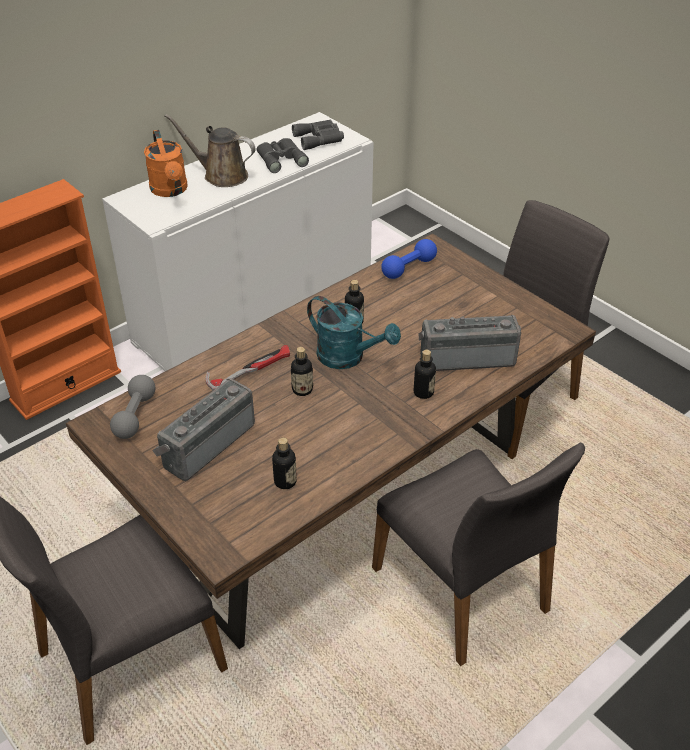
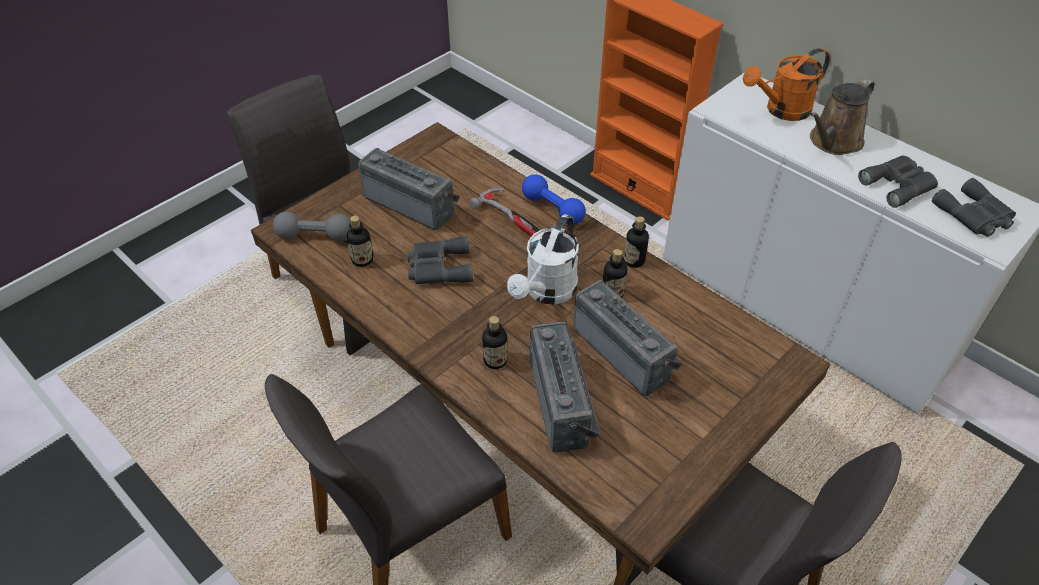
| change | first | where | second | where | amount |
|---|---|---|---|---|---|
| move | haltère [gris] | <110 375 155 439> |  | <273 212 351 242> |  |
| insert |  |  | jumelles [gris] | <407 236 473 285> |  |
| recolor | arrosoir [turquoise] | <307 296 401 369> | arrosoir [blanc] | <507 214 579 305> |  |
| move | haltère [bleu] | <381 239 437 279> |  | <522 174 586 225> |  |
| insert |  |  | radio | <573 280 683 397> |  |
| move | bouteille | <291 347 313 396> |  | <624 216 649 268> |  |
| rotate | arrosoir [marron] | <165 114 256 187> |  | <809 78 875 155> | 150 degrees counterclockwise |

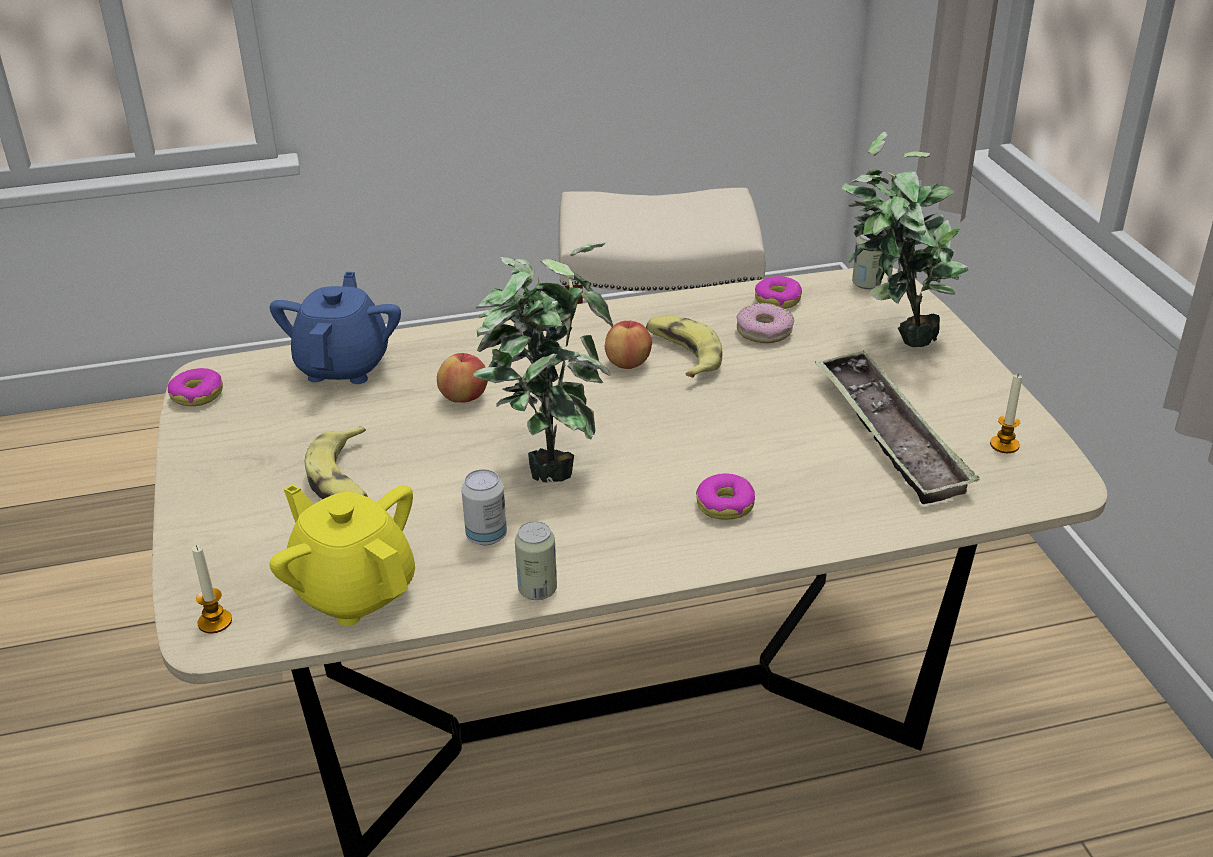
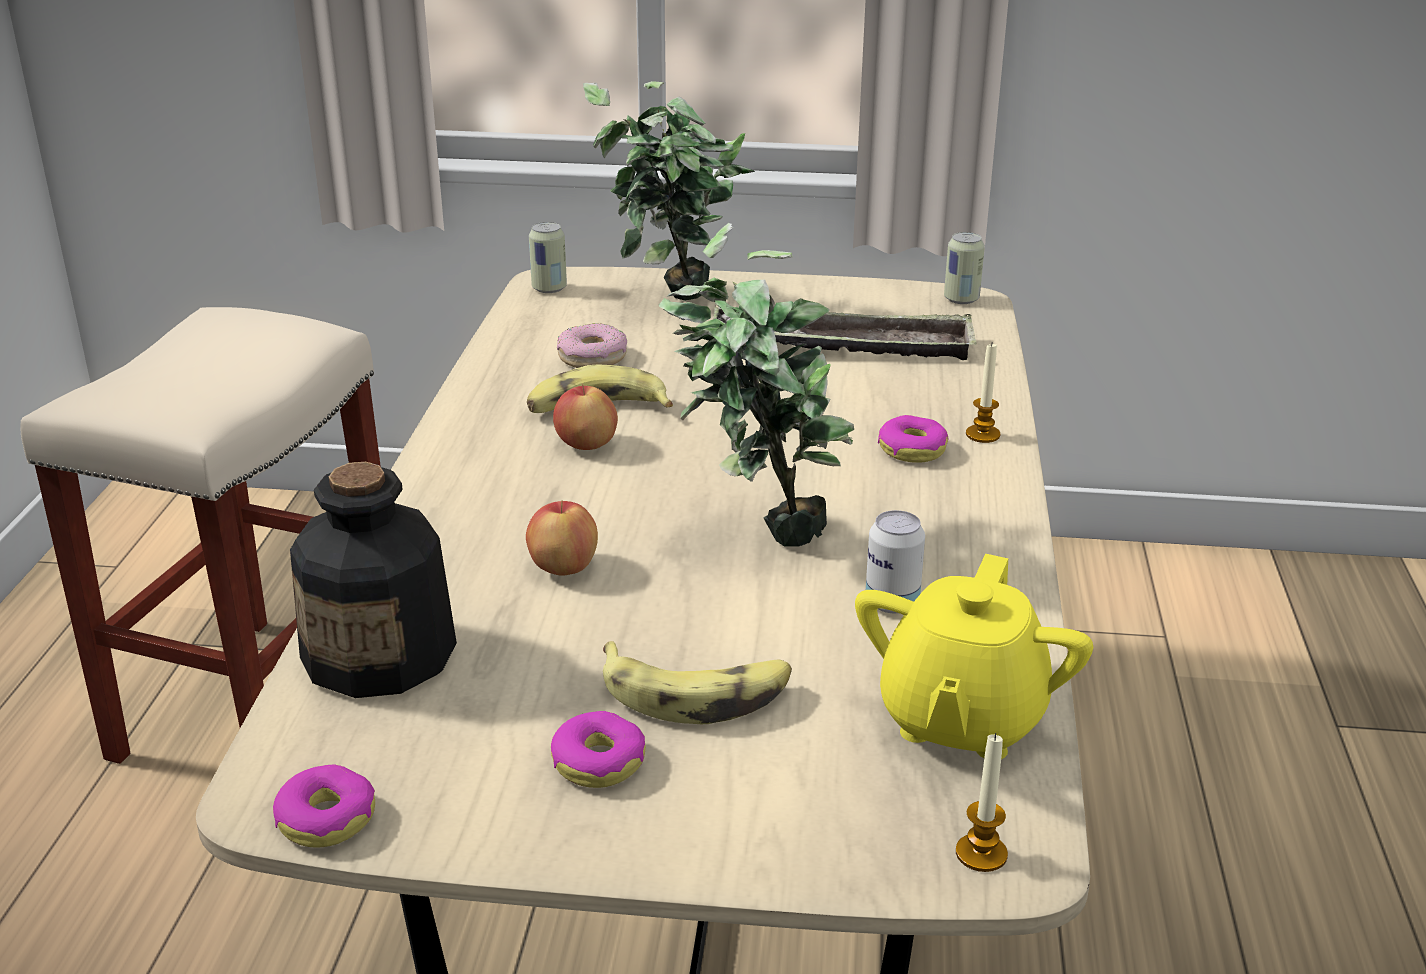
| change | first | where | second | where | amount |
|---|---|---|---|---|---|
| replace | théière [bleu] | <270 272 401 384> | bouteille | <290 462 457 698> |  |
| move | beignet | <755 276 802 309> |  | <551 711 646 788> |  |
| rotate | théière [jaune] | <270 484 415 626> |  | <855 553 1093 759> | 45 degrees counterclockwise |
| move | boîte métallique | <515 521 557 600> |  | <944 232 985 304> |  |
| move | bougie | <990 373 1022 453> |  | <966 344 1000 443> |  |

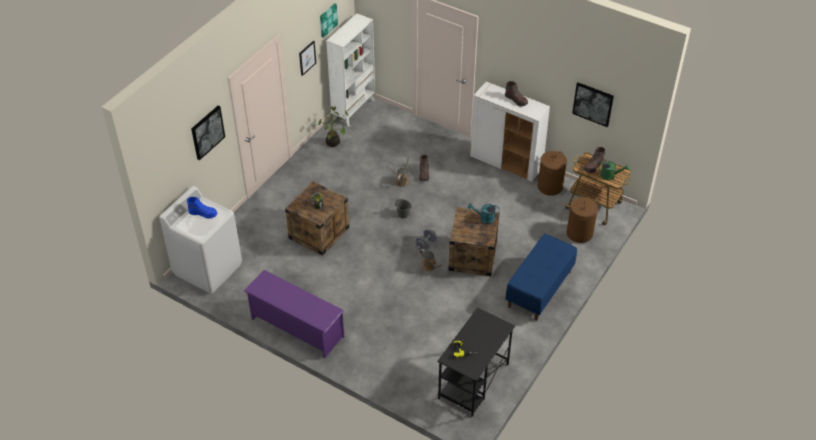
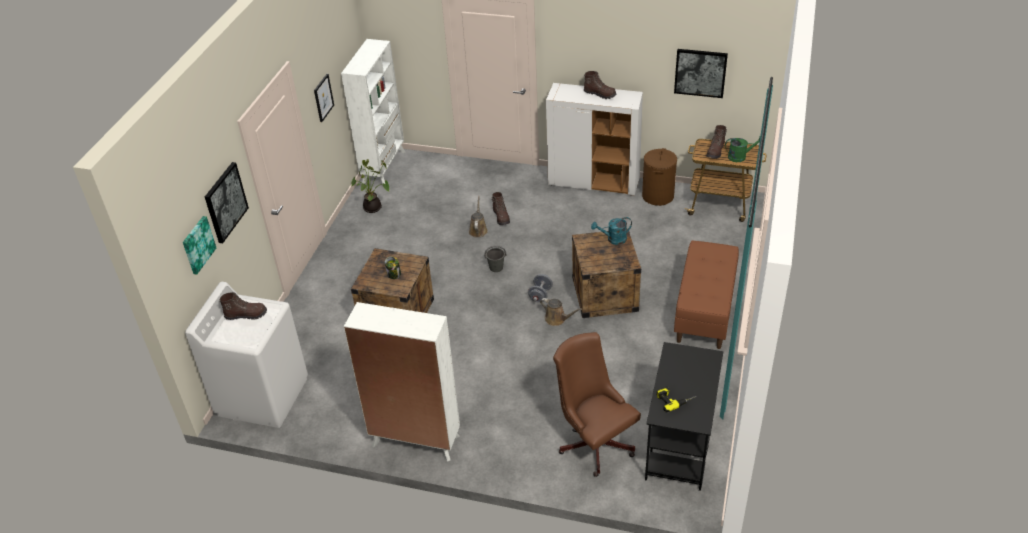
| change | first | where | second | where | amount |
|---|---|---|---|---|---|
| move | tableau | <320 3 338 38> |  | <183 216 216 274> |  |
| recolor | botte [bleu] | <187 197 217 219> | botte [marron] | <220 292 267 320> |  |
| replace | étagère à chaussures [violet] | <244 270 344 358> | bibliothèque [blanc] | <344 302 460 462> |  |
| insert |  |  | chaise de bureau [marron] | <553 332 641 477> |  |
| recolor | banc [bleu] | <505 234 577 321> | banc [marron] | <674 240 739 349> |  |
| delete | panier à linge [marron] | <566 196 598 243> |  |  |  |

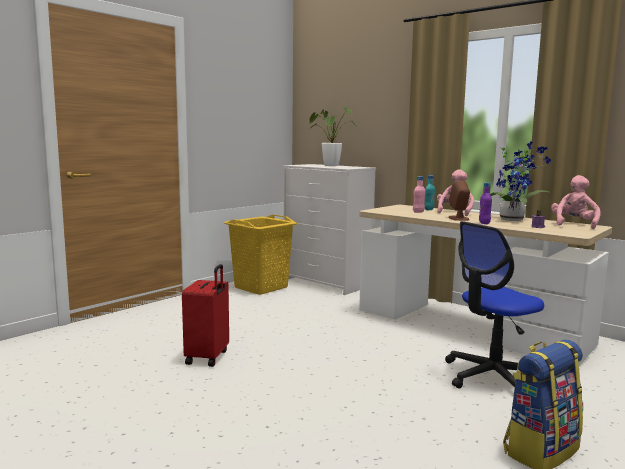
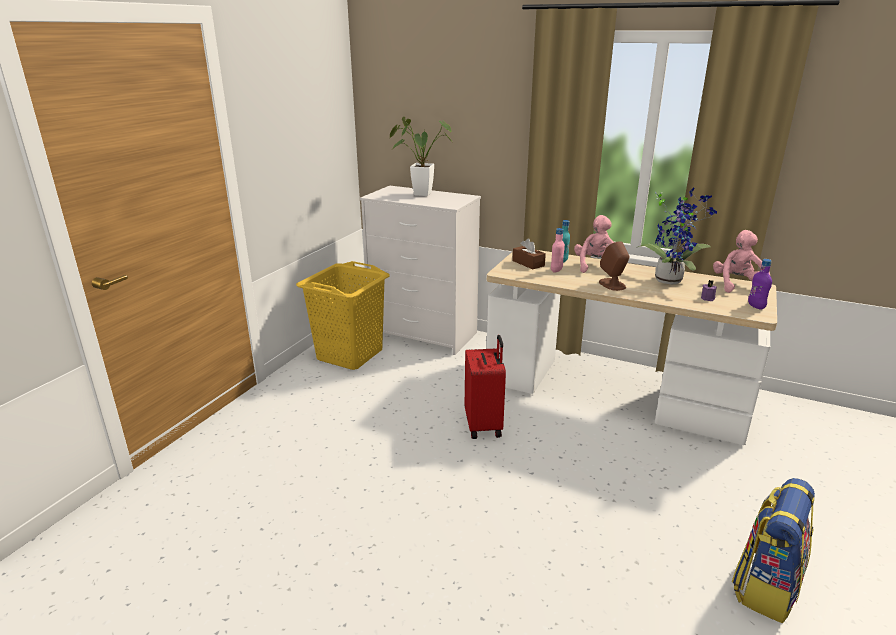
| change | first | where | second | where | amount |
|---|---|---|---|---|---|
| move | valise [rouge] | <182 264 229 367> |  | <465 335 506 439> |  |
| insert |  |  | boîte à mouchoirs [marron] | <512 238 546 269> |  |
| move | bouteille [violet] | <479 182 492 224> |  | <748 259 772 309> |  |
| delete | chaise de bureau | <445 221 544 389> |  |  |  |

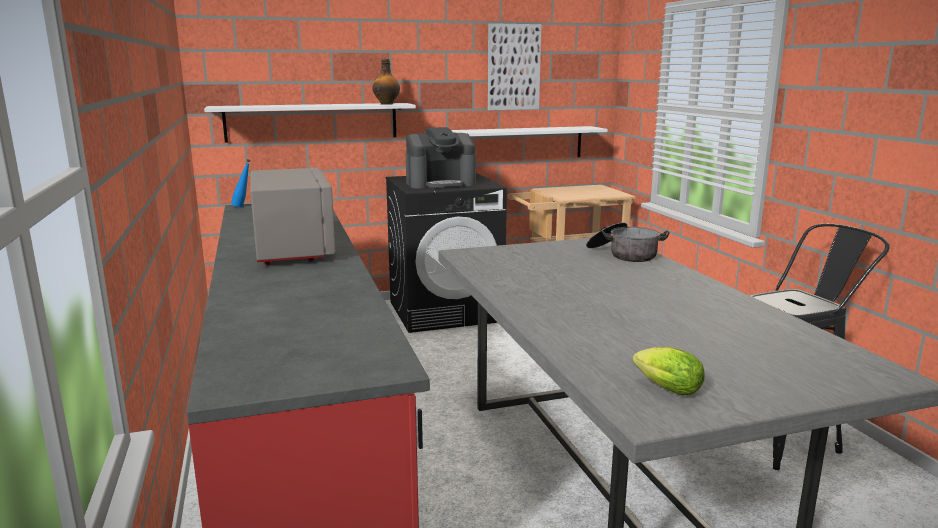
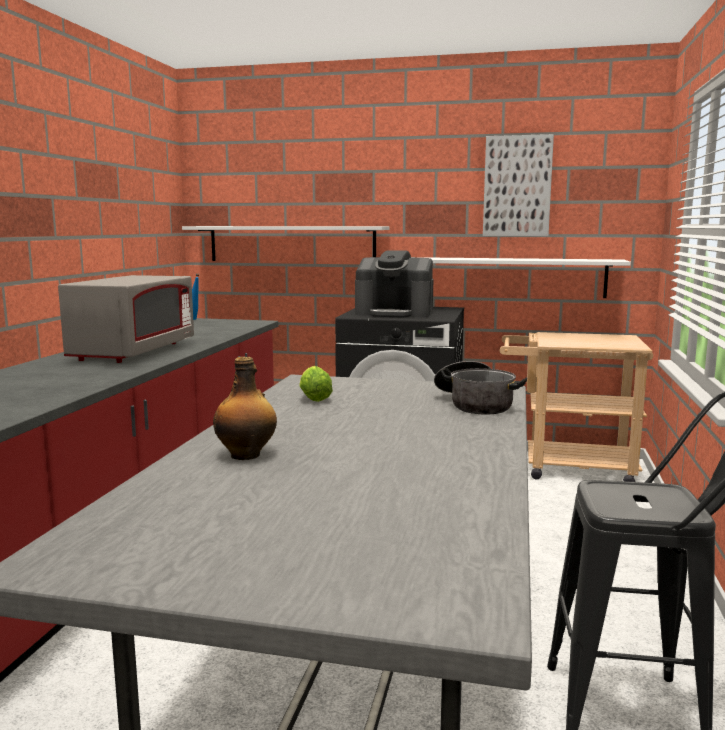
| change | first | where | second | where | amount |
|---|---|---|---|---|---|
| move | bouteille | <372 58 400 105> |  | <213 357 277 460> |  |
| move | laitue | <633 347 705 395> |  | <300 366 333 402> |  |

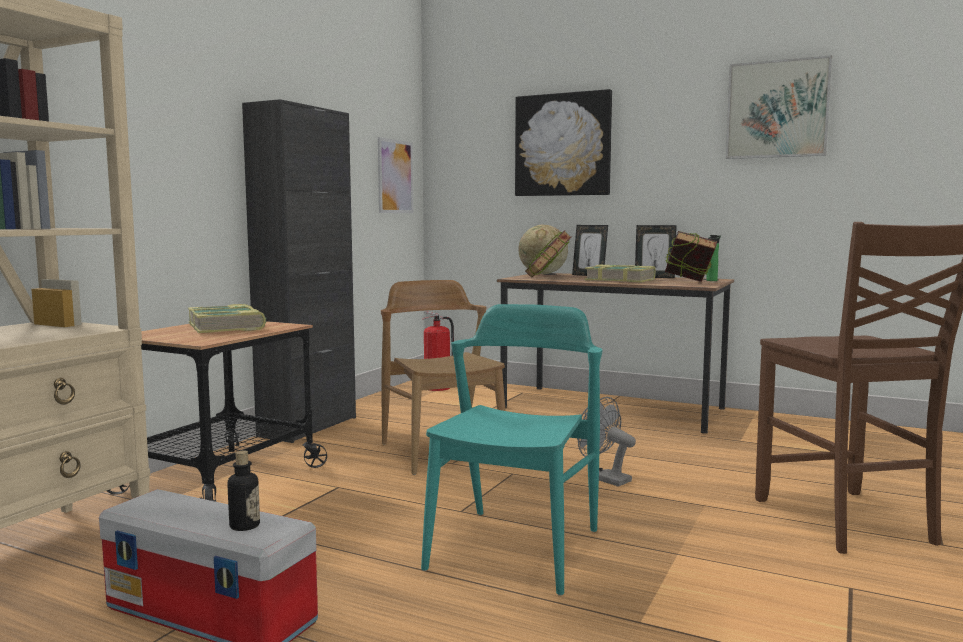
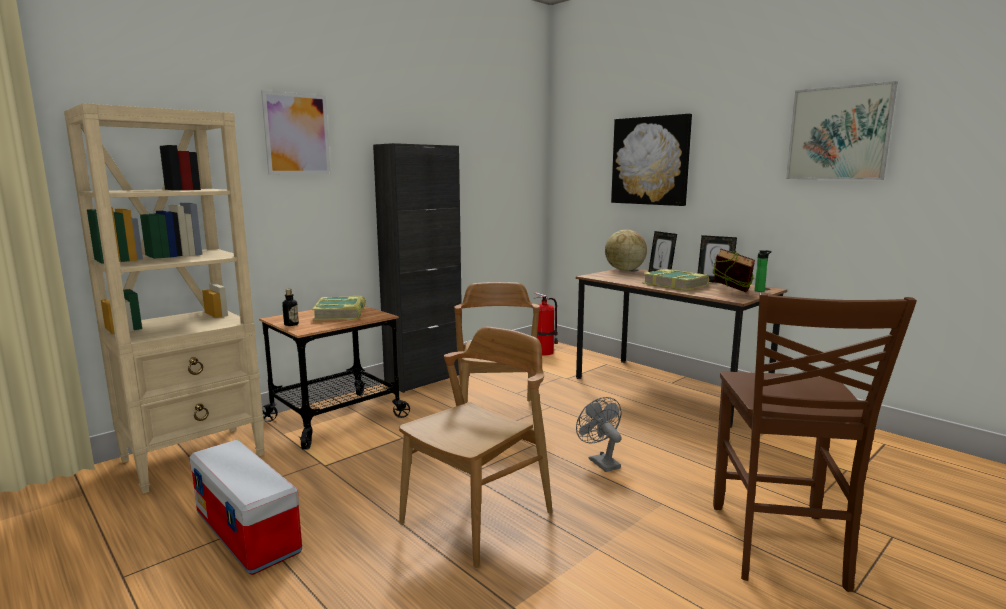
| change | first | where | second | where | amount |
|---|---|---|---|---|---|
| move | tableau | <378 137 413 213> |  | <261 90 331 174> |  |
| move | bouteille | <227 450 260 531> |  | <282 289 299 326> |  |
| recolor | chaise [turquoise] | <421 304 602 596> | chaise [marron] | <399 327 553 569> |  |
| delete | livre | <525 230 572 278> |  |  |  |

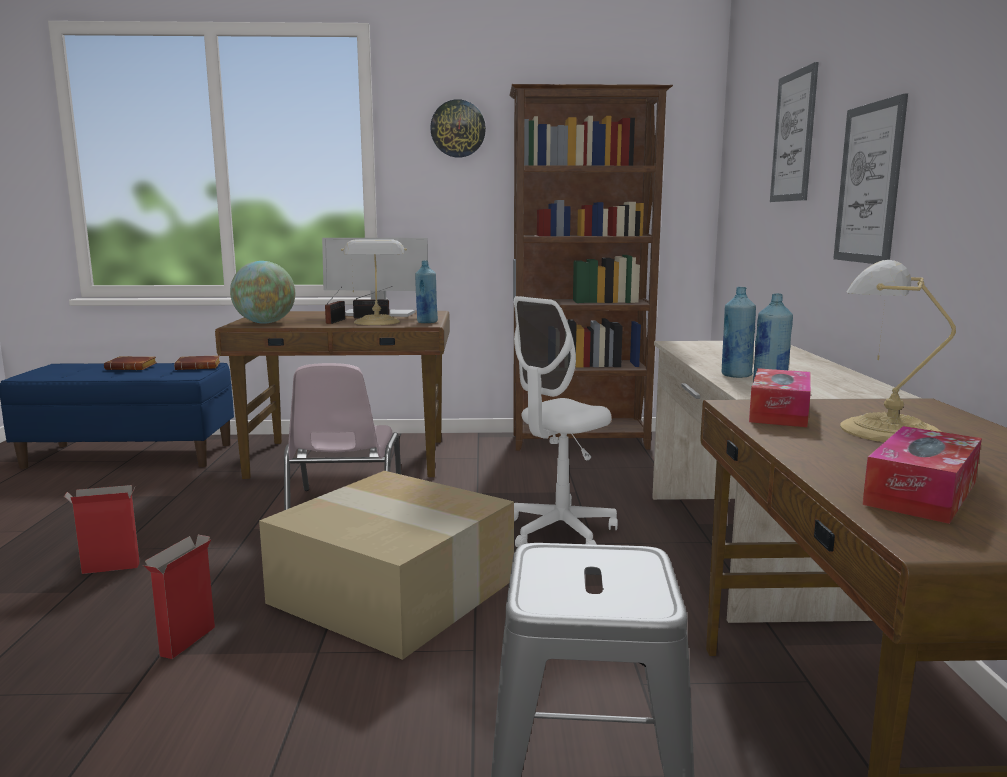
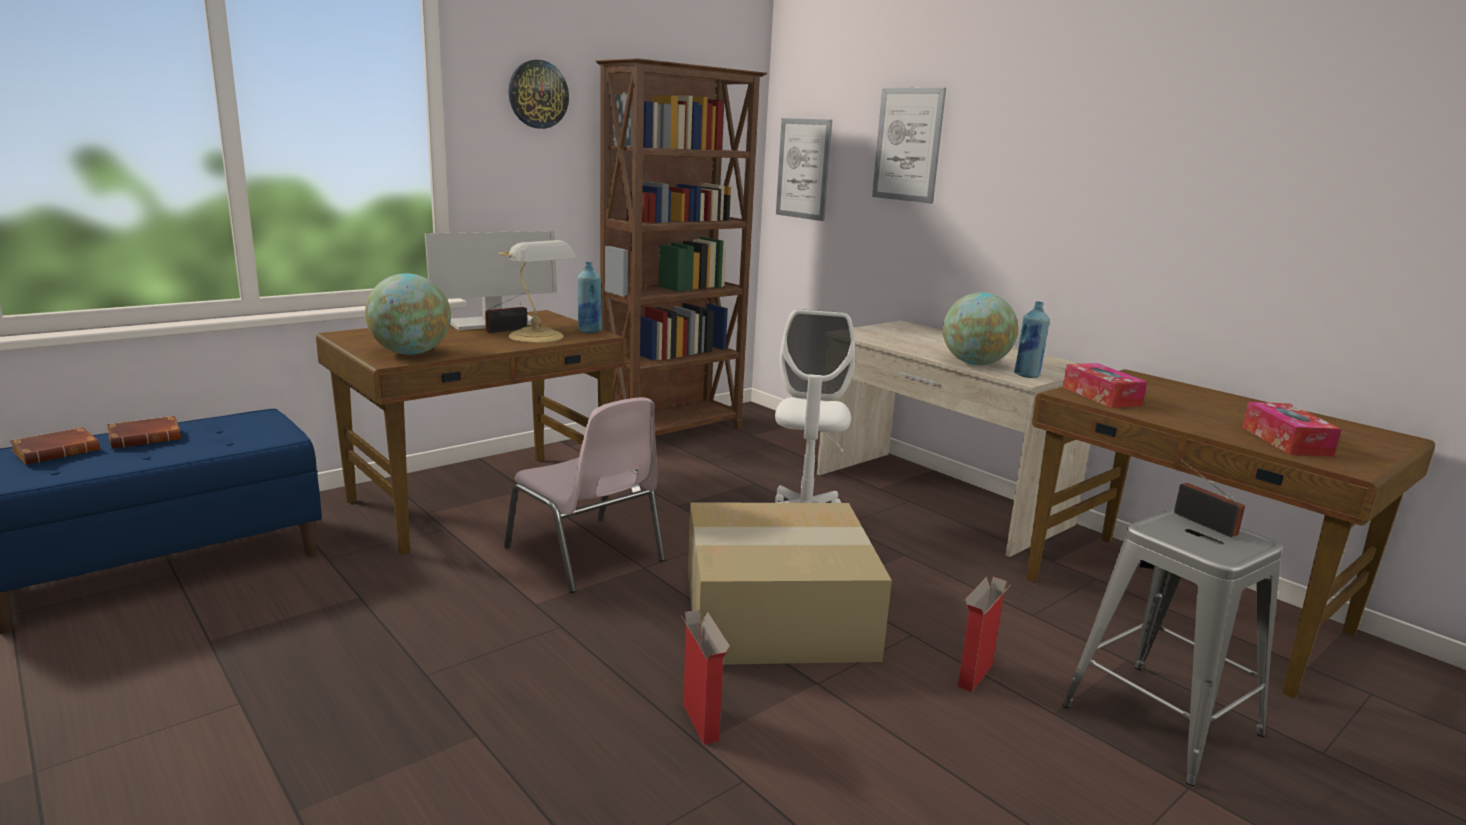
| change | first | where | second | where | amount |
|---|---|---|---|---|---|
| move | livre [marron] | <174 355 220 370> |  | <10 427 100 465> |  |
| move | tableau | <833 93 908 264> |  | <776 118 832 221> |  |
| replace | bouteille [bleu] | <721 287 756 378> | globe | <943 292 1018 365> |  |
| move | carton | <64 485 140 574> |  | <958 577 1010 692> |  |
| move | radio | <325 287 345 324> |  | <1174 459 1245 537> |  |
| delete | lampe de table | <840 260 956 442> |  |  |  |

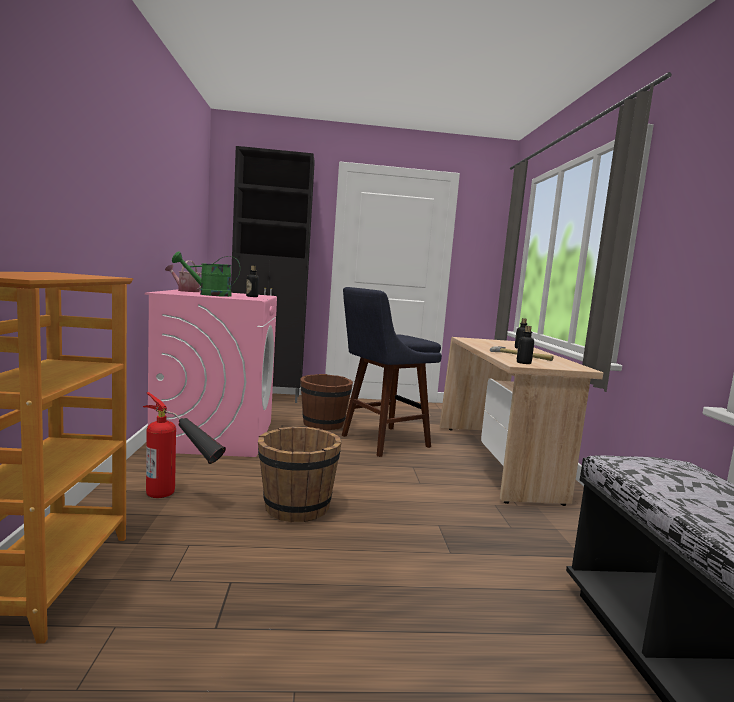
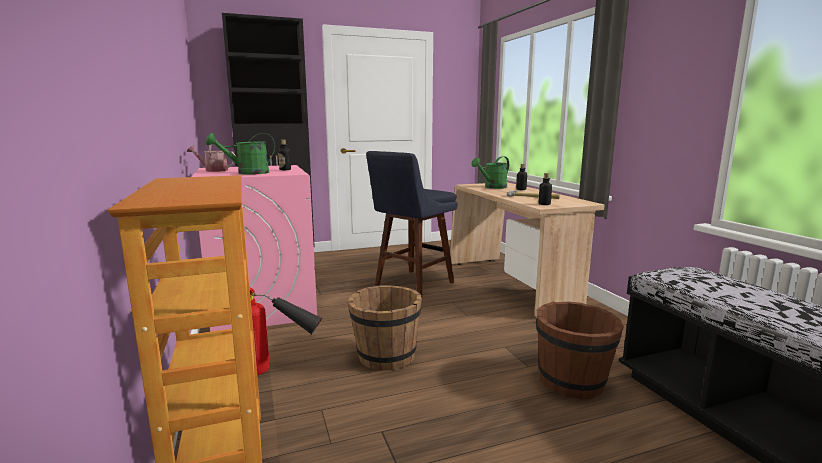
| change | first | where | second | where | amount |
|---|---|---|---|---|---|
| insert |  |  | arrosoir [vert] | <471 156 509 189> |  |
| move | seau [marron] | <300 374 353 430> |  | <536 301 624 400> |  |

